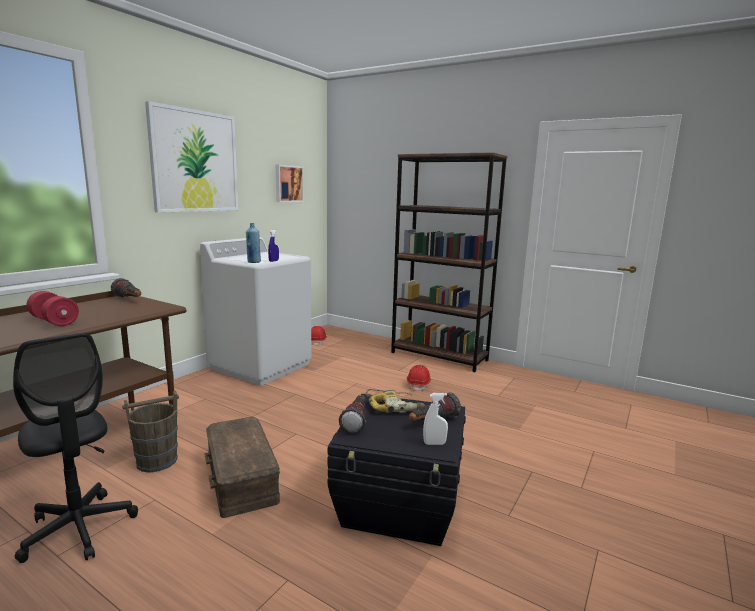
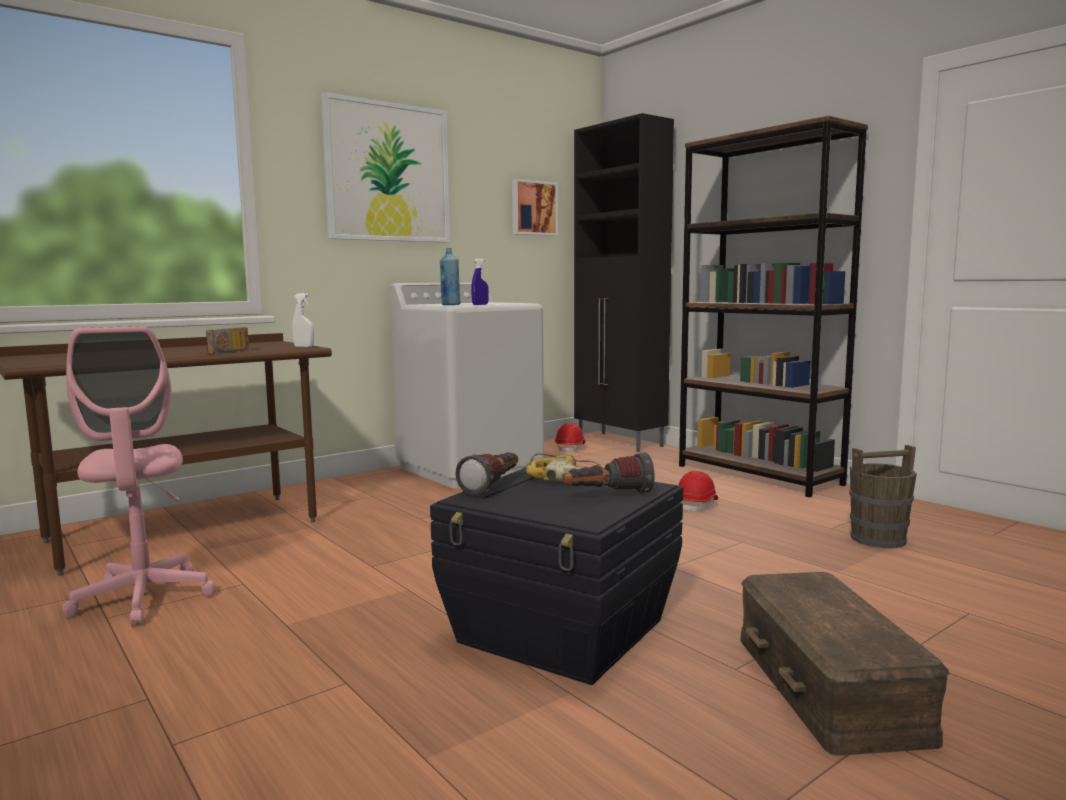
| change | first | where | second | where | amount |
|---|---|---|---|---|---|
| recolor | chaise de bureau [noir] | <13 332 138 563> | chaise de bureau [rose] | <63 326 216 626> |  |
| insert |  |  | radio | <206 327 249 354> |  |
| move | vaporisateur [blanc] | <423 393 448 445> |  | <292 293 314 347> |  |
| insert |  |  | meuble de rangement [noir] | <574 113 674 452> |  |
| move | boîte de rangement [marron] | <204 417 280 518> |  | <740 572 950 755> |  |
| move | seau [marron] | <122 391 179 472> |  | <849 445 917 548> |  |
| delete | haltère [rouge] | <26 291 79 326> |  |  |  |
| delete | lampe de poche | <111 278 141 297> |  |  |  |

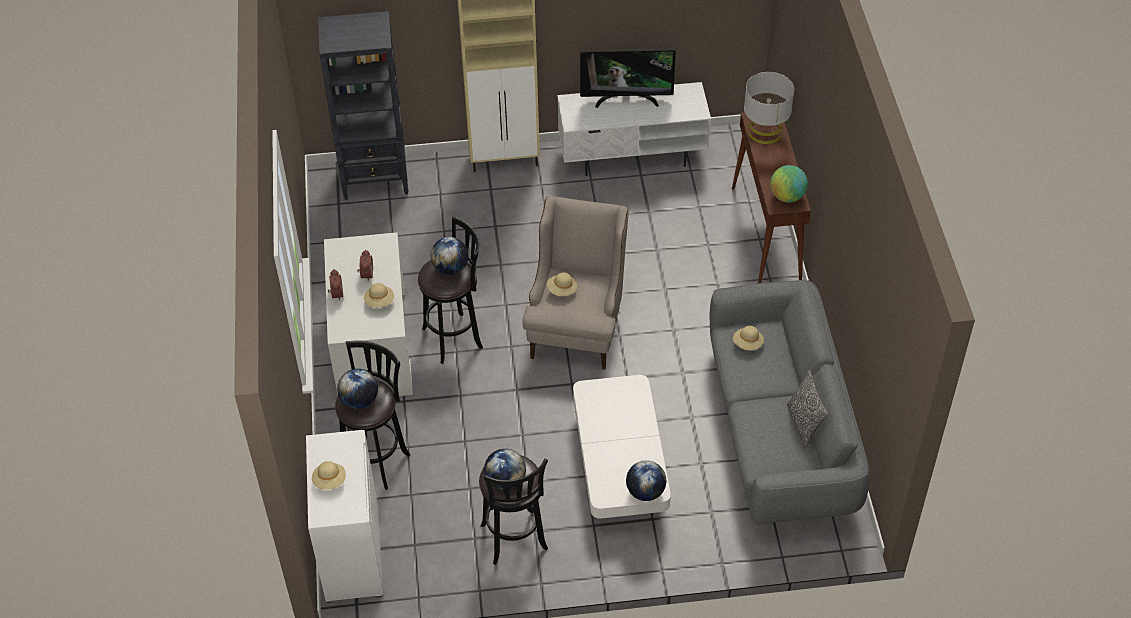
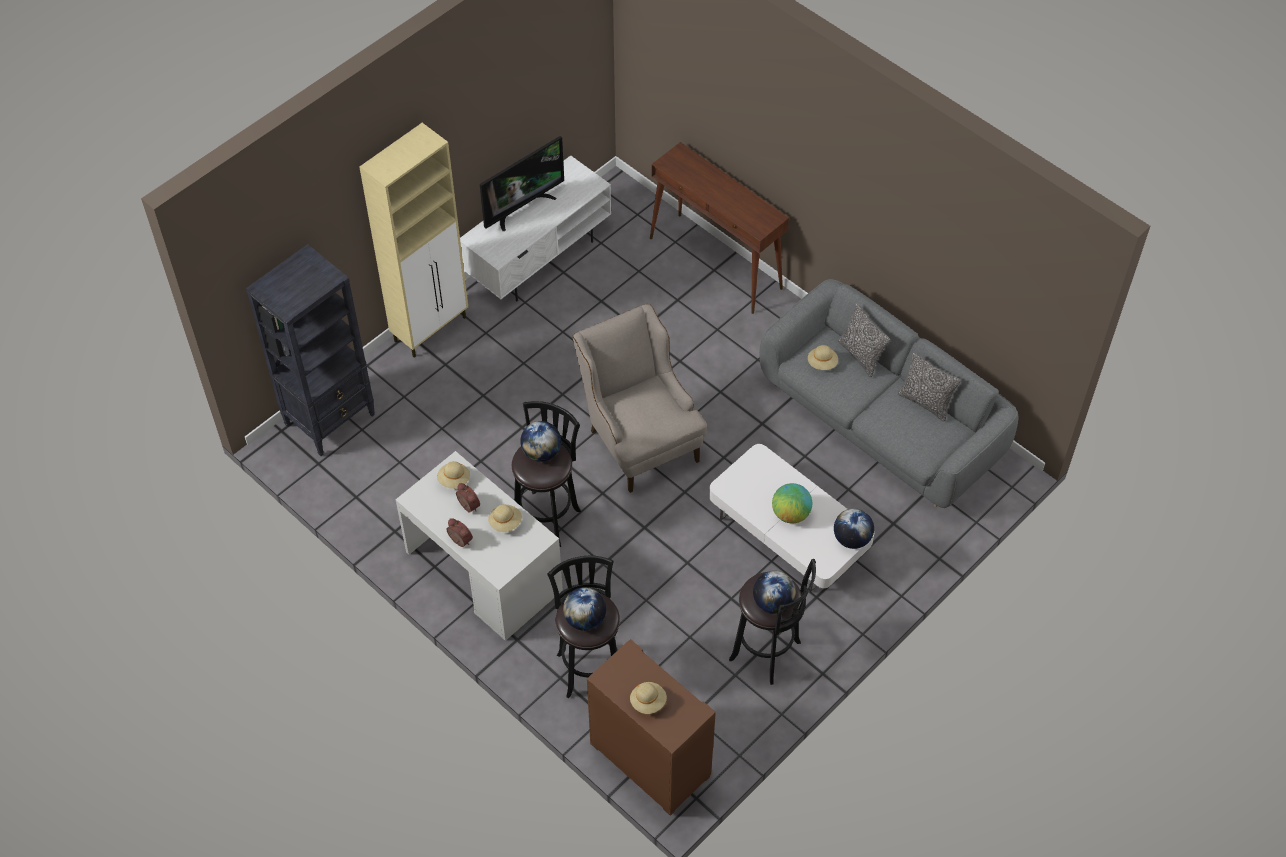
| change | first | where | second | where | amount |
|---|---|---|---|---|---|
| move | chapeau [beige] | <547 272 577 296> |  | <437 461 470 489> |  |
| recolor | meuble de rangement [blanc] | <306 430 383 603> | meuble de rangement [marron] | <587 639 716 816> |  |
| move | globe | <770 165 808 202> |  | <772 483 812 523> |  |
| insert |  |  | coussin | <838 303 890 377> |  |
| delete | lampe de table [gris] | <744 72 794 144> |  |  |  |

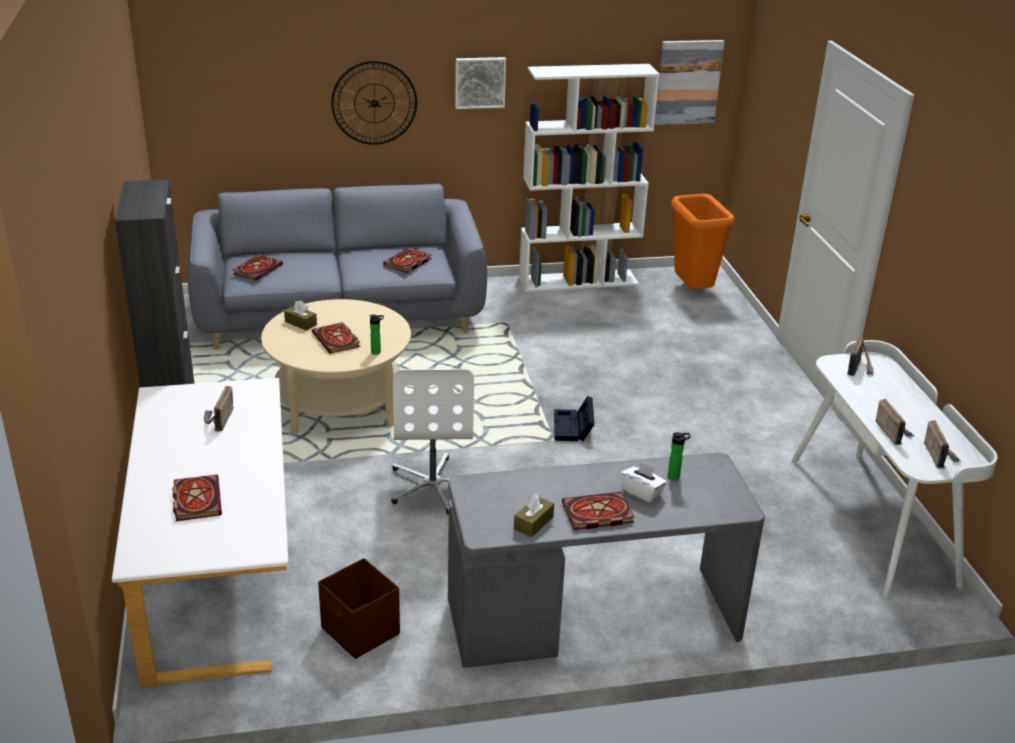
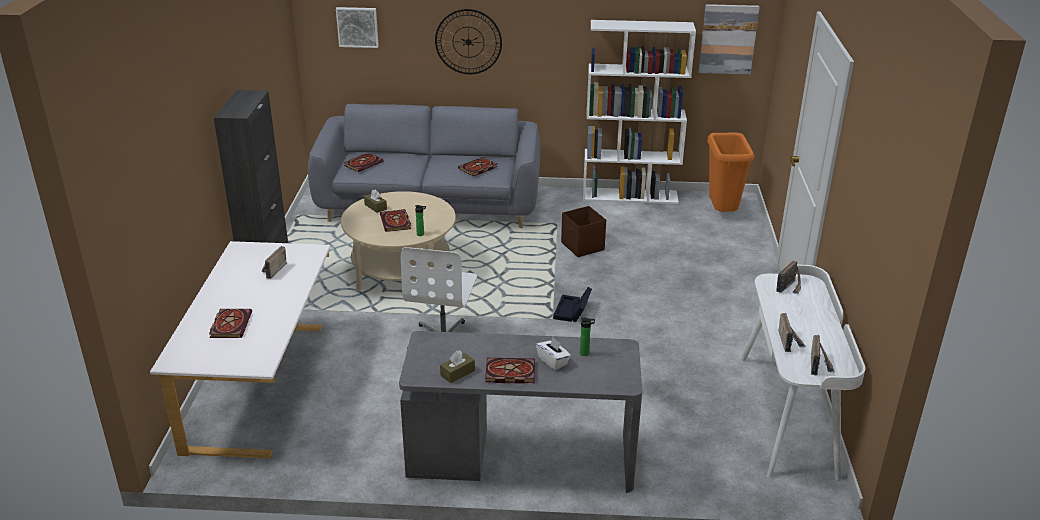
| change | first | where | second | where | amount |
|---|---|---|---|---|---|
| move | tableau | <455 57 506 109> |  | <336 7 379 48> |  |
| move | boîte de rangement [marron] | <318 558 400 659> |  | <561 206 606 257> |  |

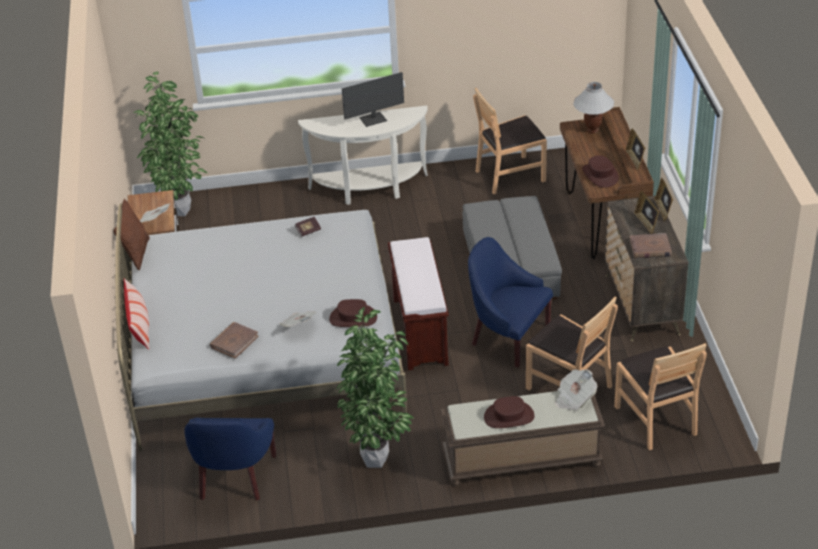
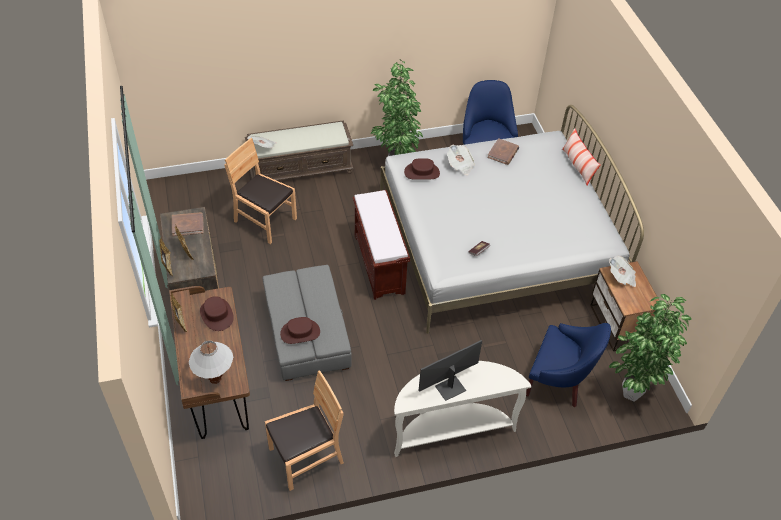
| change | first | where | second | where | amount |
|---|---|---|---|---|---|
| move | chapeau [marron] | <484 396 535 428> |  | <280 317 320 344> |  |
| move | fauteuil [bleu] | <468 237 553 368> |  | <526 323 611 408> |  |
| delete | coussin [marron] | <114 199 150 271> |  |  |  |
| delete | chaise [marron] | <614 343 707 450> |  |  |  |

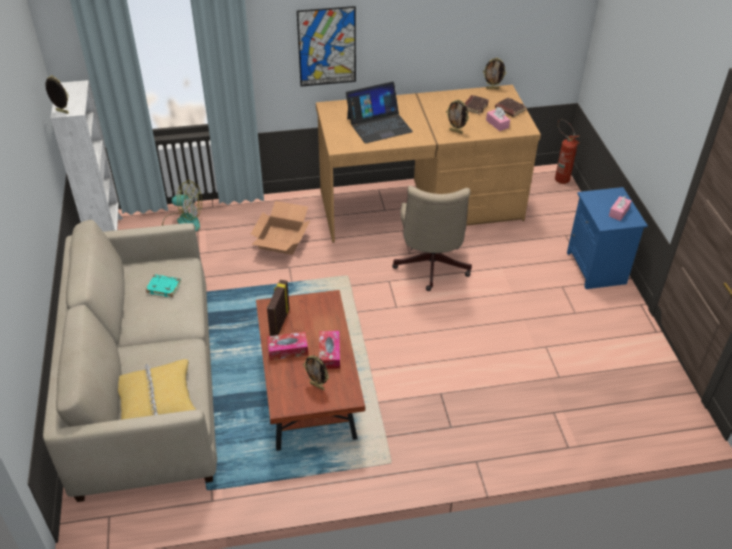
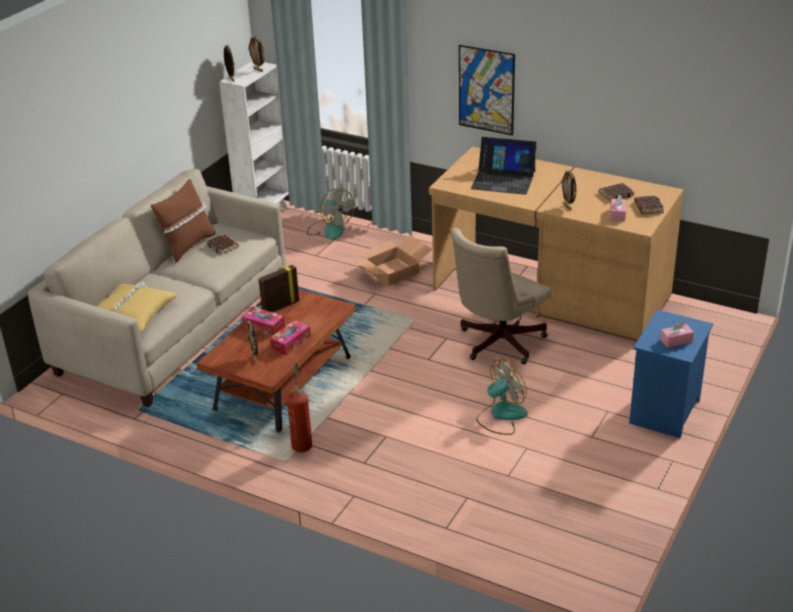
| change | first | where | second | where | amount |
|---|---|---|---|---|---|
| insert |  |  | coussin [marron] | <151 179 215 263> |  |
| recolor | livre [turquoise] | <145 274 181 297> | livre [marron] | <206 234 239 255> |  |
| move | cadre photo | <483 58 507 89> |  | <248 36 265 72> |  |
| move | extincteur | <555 120 580 184> |  | <287 362 312 453> |  |
| insert |  |  | ventilateur | <476 359 528 435> |  |

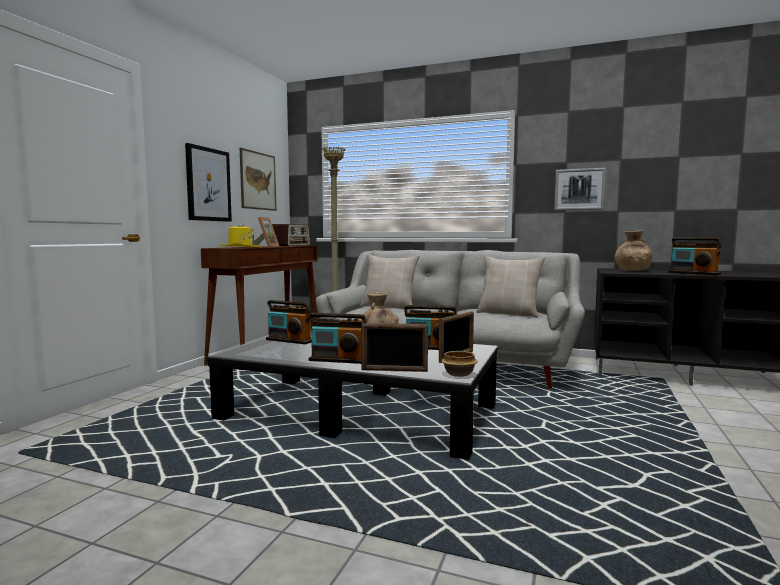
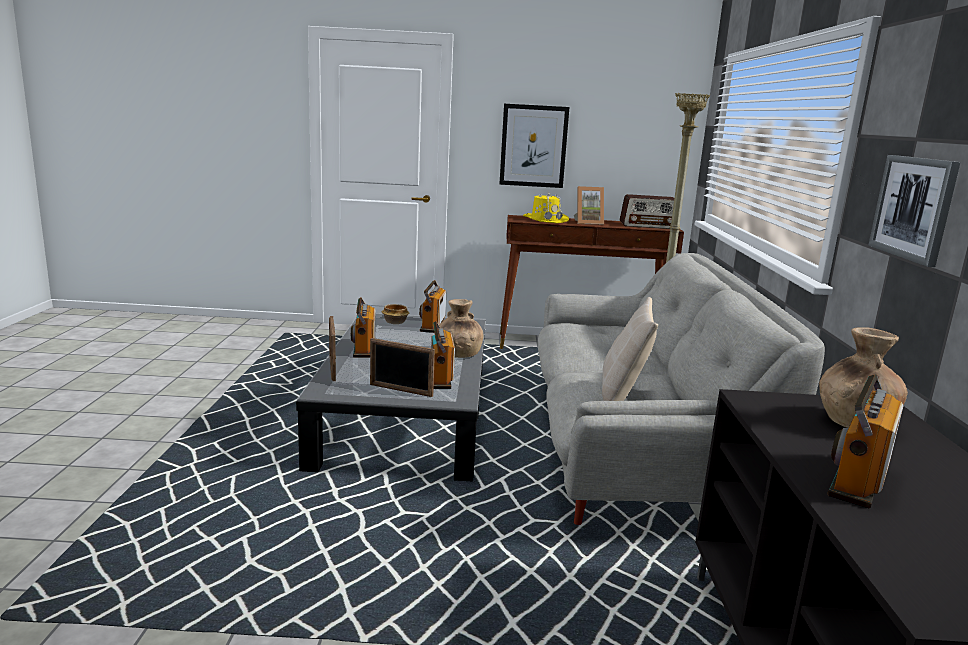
| change | first | where | second | where | amount |
|---|---|---|---|---|---|
| move | bol | <441 351 478 377> |  | <382 304 409 324> |  |
| delete | tableau | <240 148 276 211> |  |  |  |
| delete | coussin [beige] | <360 254 419 310> |  |  |  |

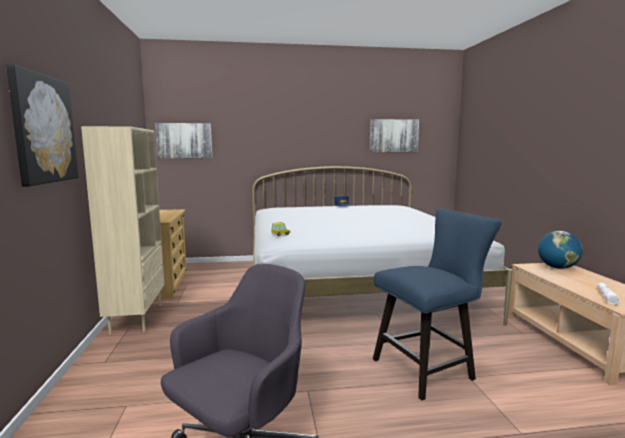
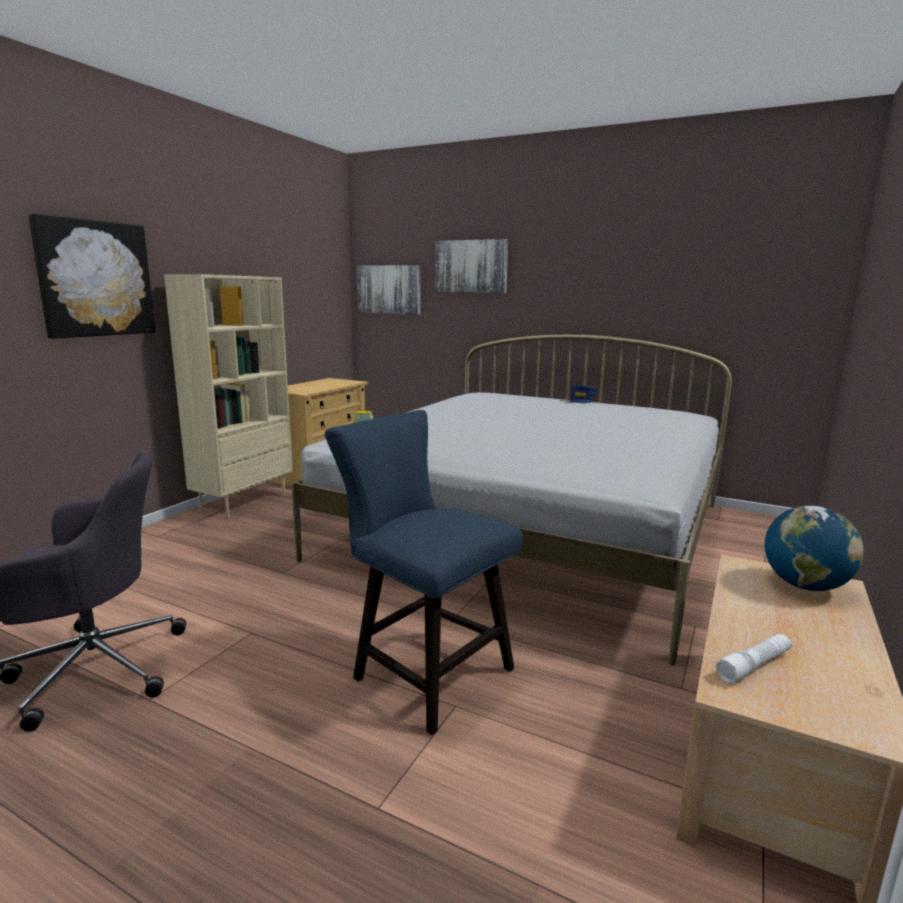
| change | first | where | second | where | amount |
|---|---|---|---|---|---|
| rotate | chaise [bleu] | <373 208 502 400> |  | <325 410 523 735> | 150 degrees counterclockwise |
| move | tableau | <369 119 419 152> |  | <435 239 508 293> |  |

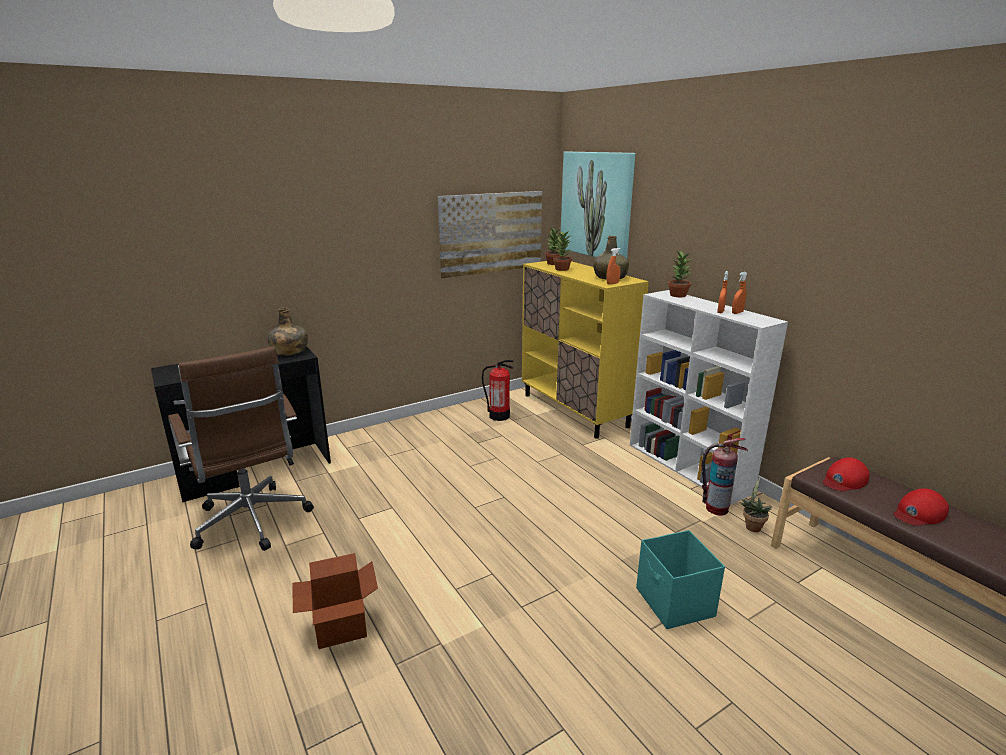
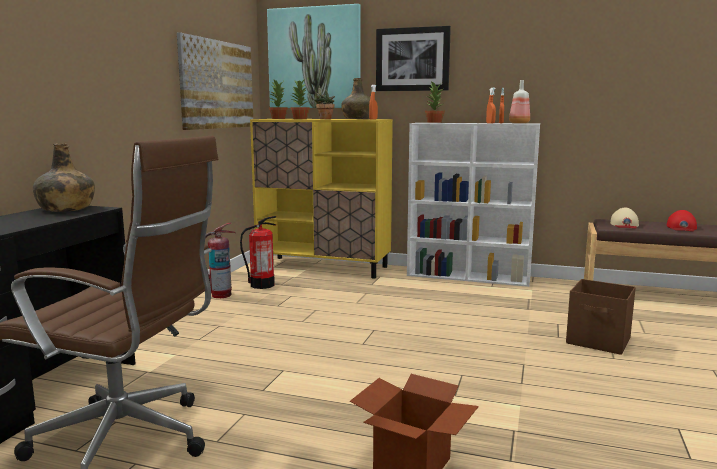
| change | first | where | second | where | amount |
|---|---|---|---|---|---|
| move | extincteur | <702 438 748 516> |  | <205 223 236 298> |  |
| move | plante en pot | <739 478 772 532> |  | <312 85 335 119> |  |
| insert |  |  | tableau | <376 26 451 91> |  |
| insert |  |  | bouteille | <509 80 530 124> |  |
| recolor | boîte de rangement [turquoise] | <636 530 725 629> | boîte de rangement [marron] | <566 279 636 355> |  |
| recolor | casquette [rouge] | <823 457 870 491> | casquette [beige] | <610 208 639 229> |  |

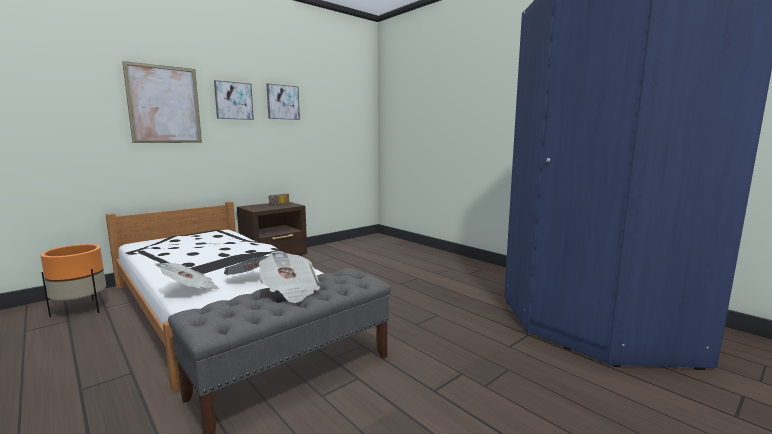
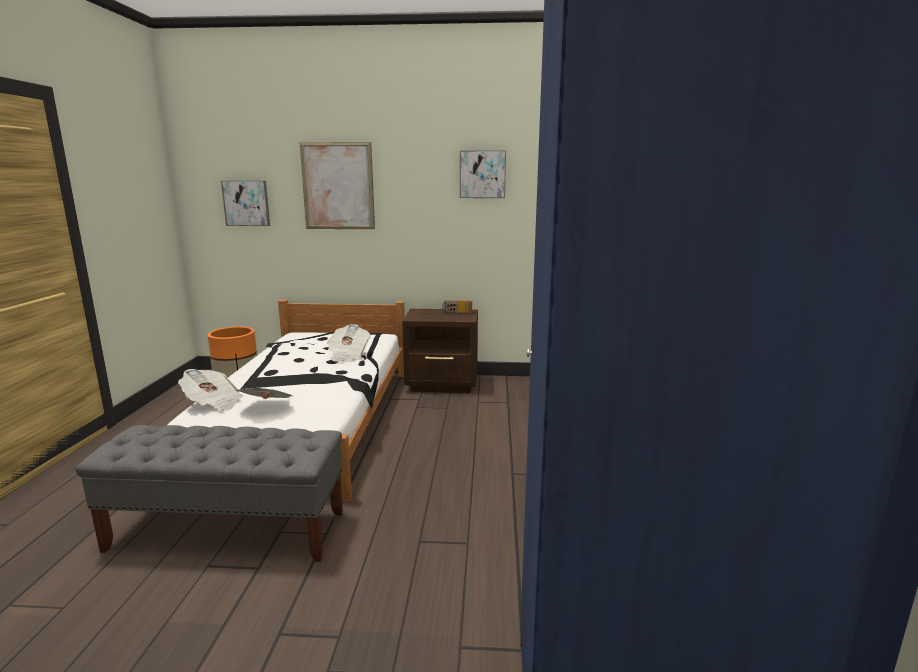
| change | first | where | second | where | amount |
|---|---|---|---|---|---|
| move | tableau | <214 80 254 120> |  | <221 181 270 226> |  |
| move | journal | <259 251 320 303> |  | <327 324 371 362> |  |

